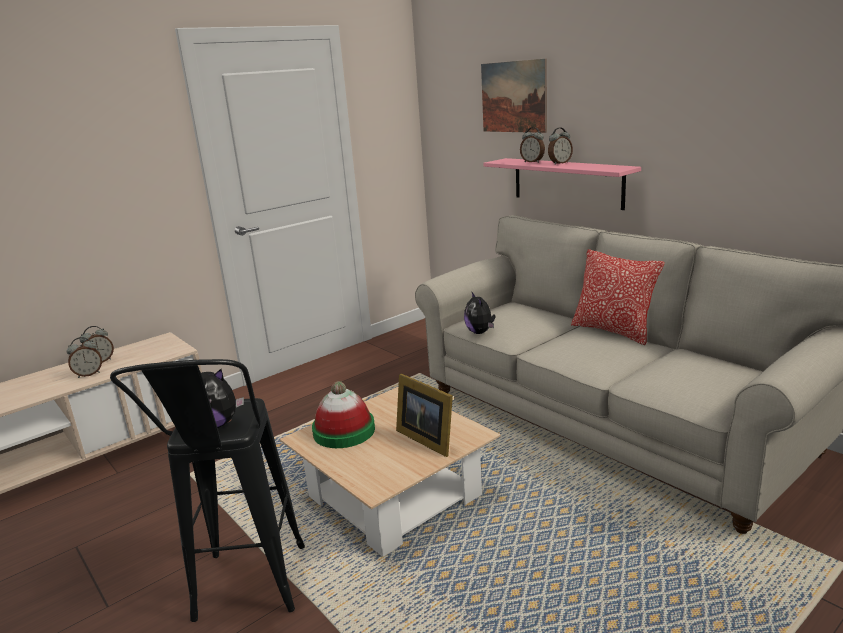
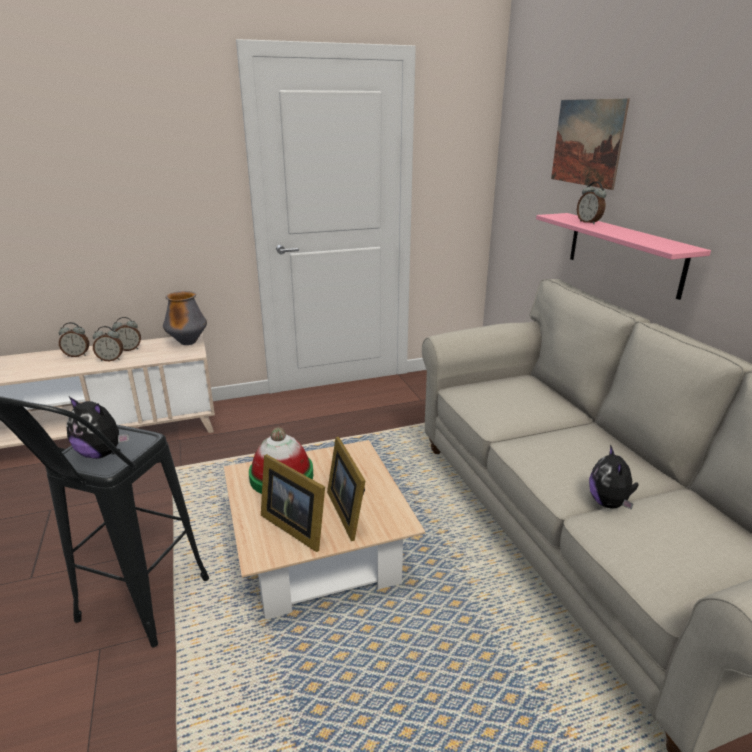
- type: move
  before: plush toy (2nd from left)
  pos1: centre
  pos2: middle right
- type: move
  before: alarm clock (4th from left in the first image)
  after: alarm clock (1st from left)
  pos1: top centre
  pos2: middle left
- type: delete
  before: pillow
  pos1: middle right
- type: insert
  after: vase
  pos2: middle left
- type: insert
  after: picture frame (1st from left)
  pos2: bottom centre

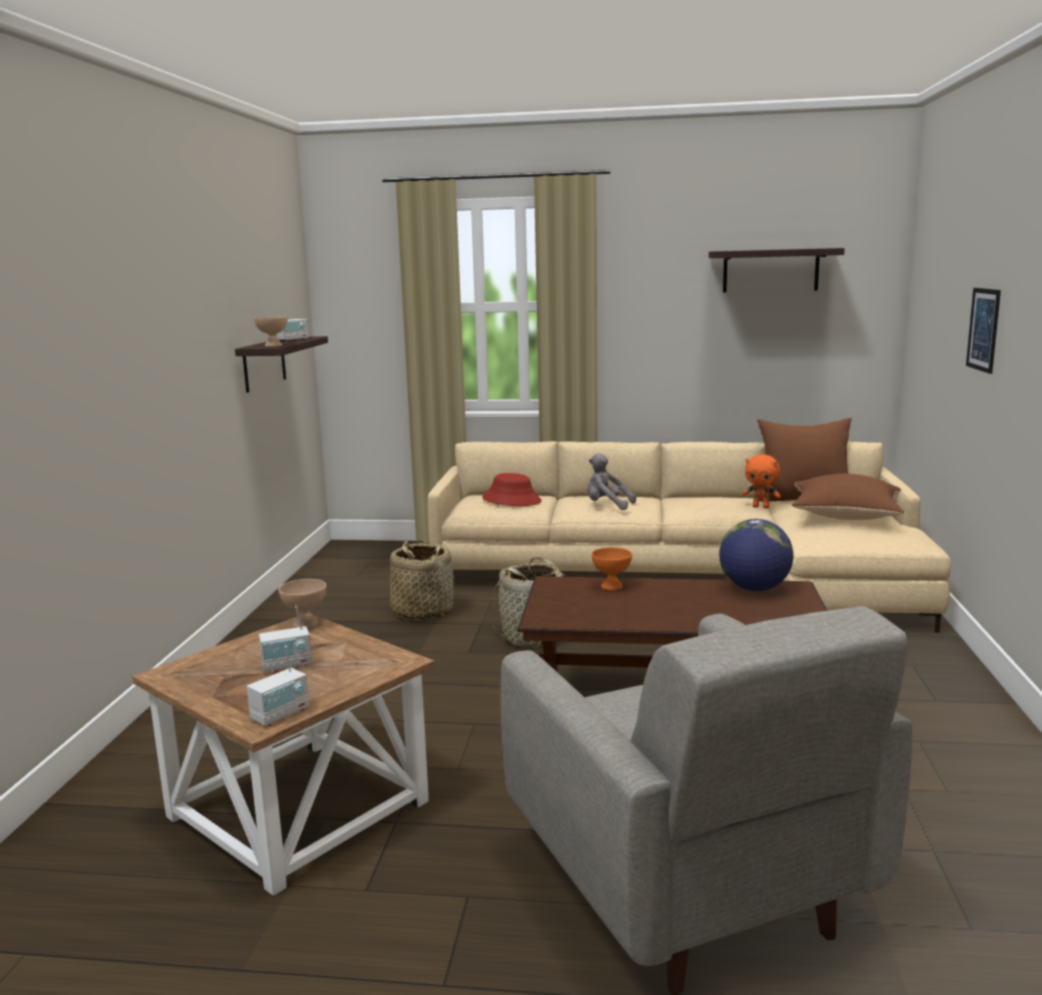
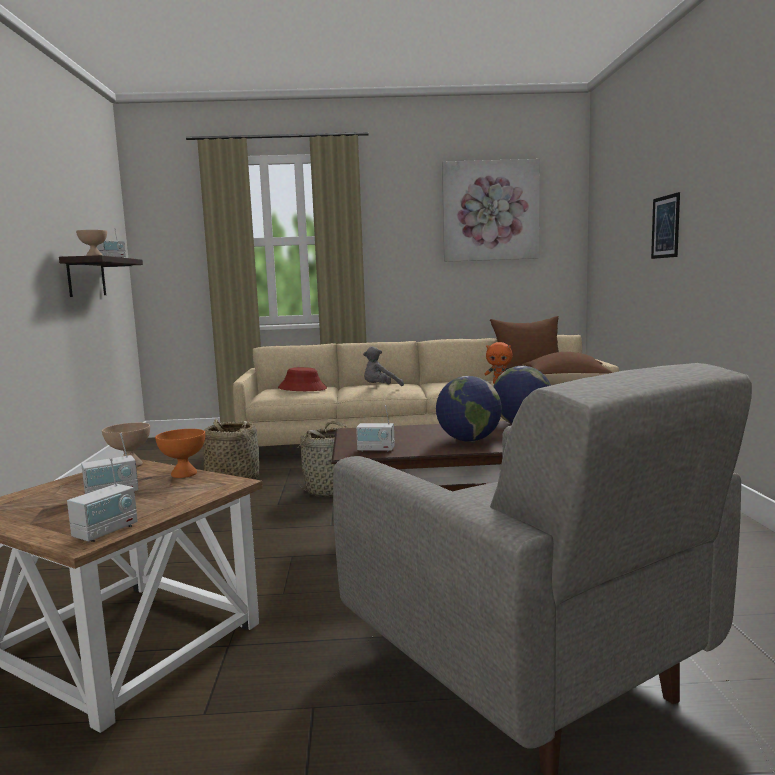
- type: rotate
  before: grey plush toy
  pos1: centre
  pos2: centre
  turn: -45
- type: move
  before: orange bowl
  pos1: centre
  pos2: middle left
- type: replace
  before: shelf (2nd from left)
  after: picture (1st from left)
  pos1: top right
  pos2: top centre
- type: insert
  after: radio (4th from left)
  pos2: centre
- type: insert
  after: globe (1st from left)
  pos2: centre

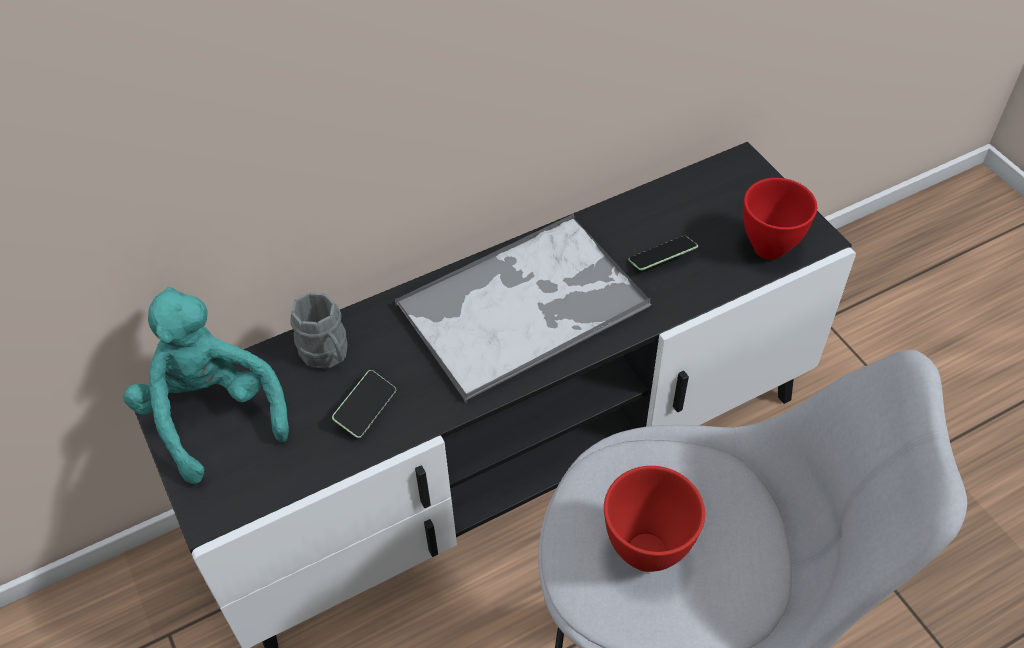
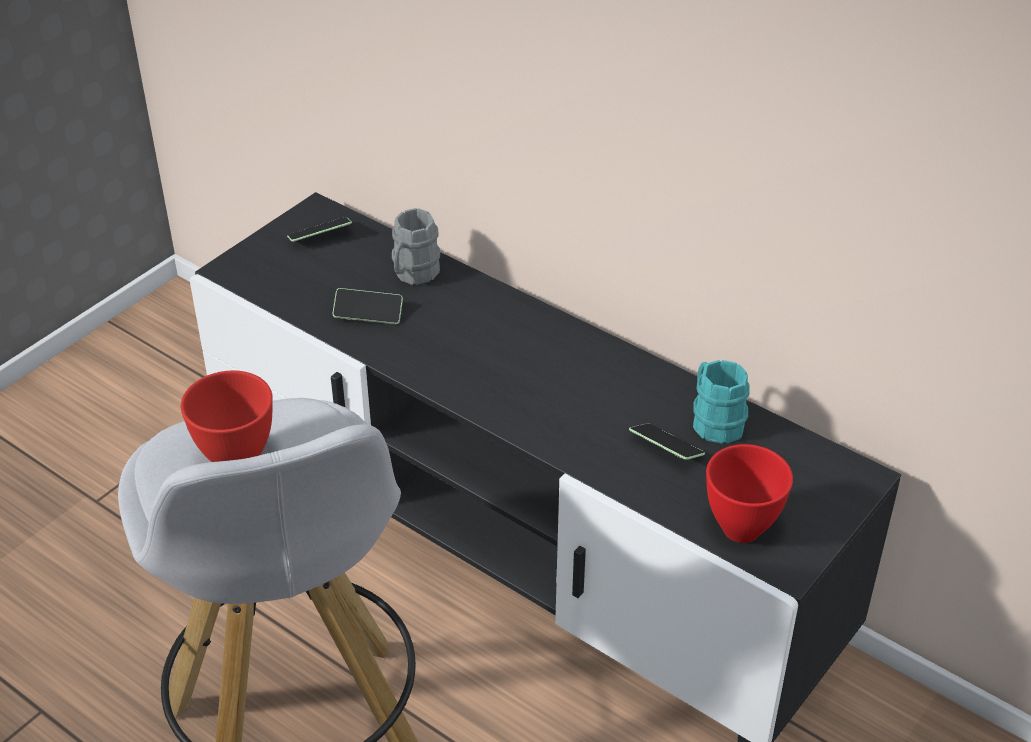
- type: replace
  before: turquoise plush toy
  after: phone (1st from left)
  pos1: middle left
  pos2: top left
- type: delete
  before: tray
  pos1: centre
- type: insert
  after: turquoise mug
  pos2: middle right

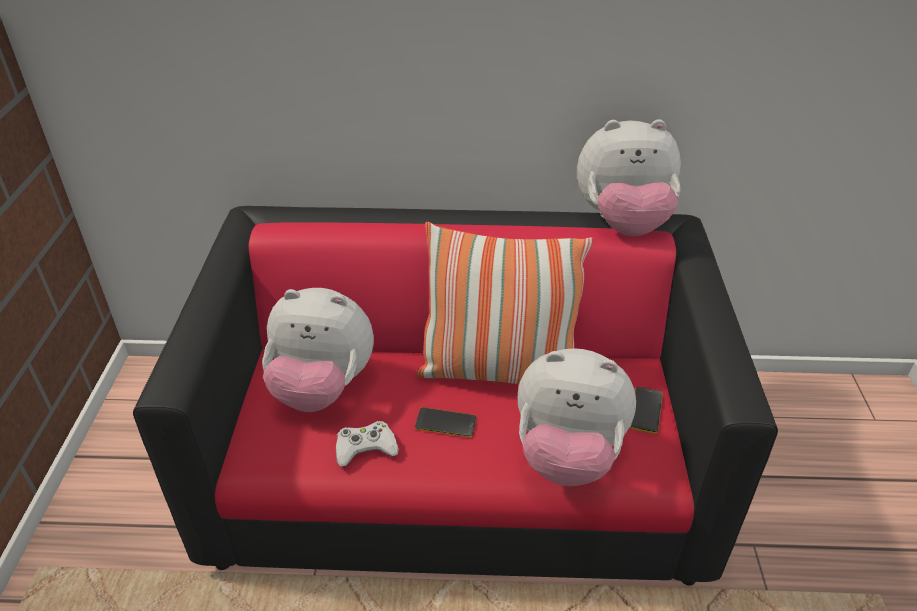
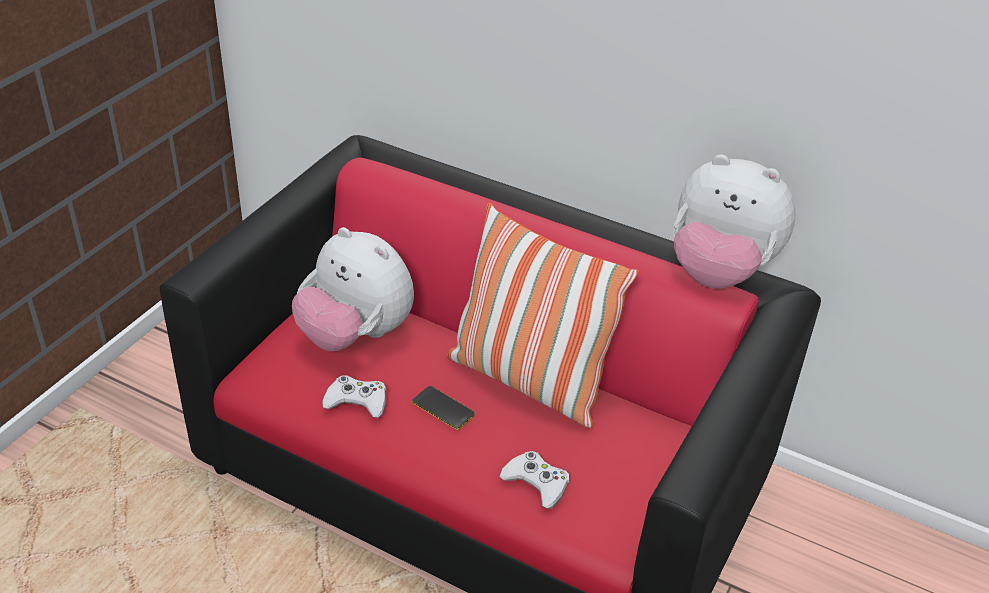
- type: replace
  before: plush toy (2nd from left)
  after: white game controller (2nd from left)
  pos1: bottom centre
  pos2: bottom centre
- type: delete
  before: phone (2nd from left)
  pos1: bottom right

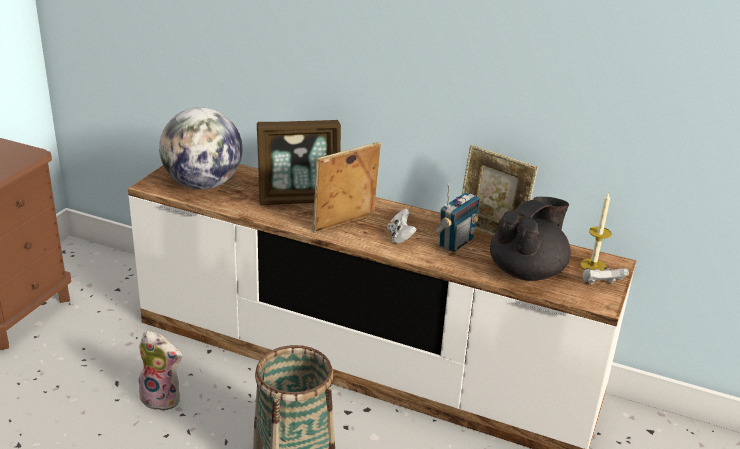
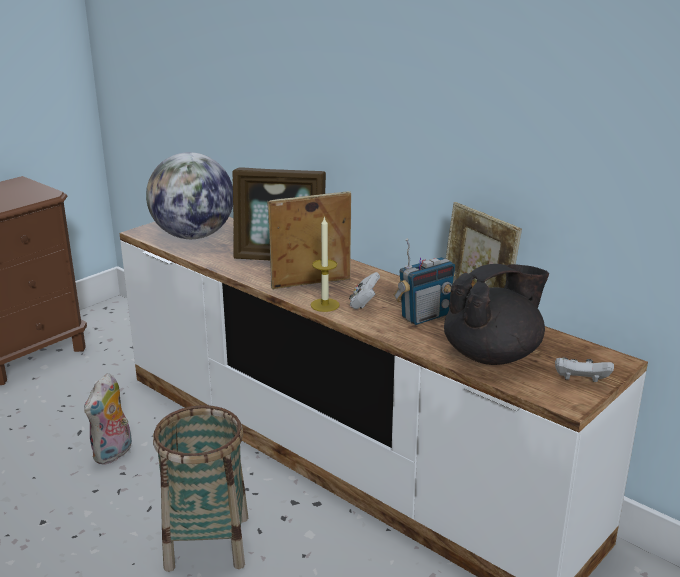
- type: rotate
  before: plush toy
  pos1: bottom left
  pos2: bottom left
  turn: 75
- type: move
  before: candle
  pos1: middle right
  pos2: centre

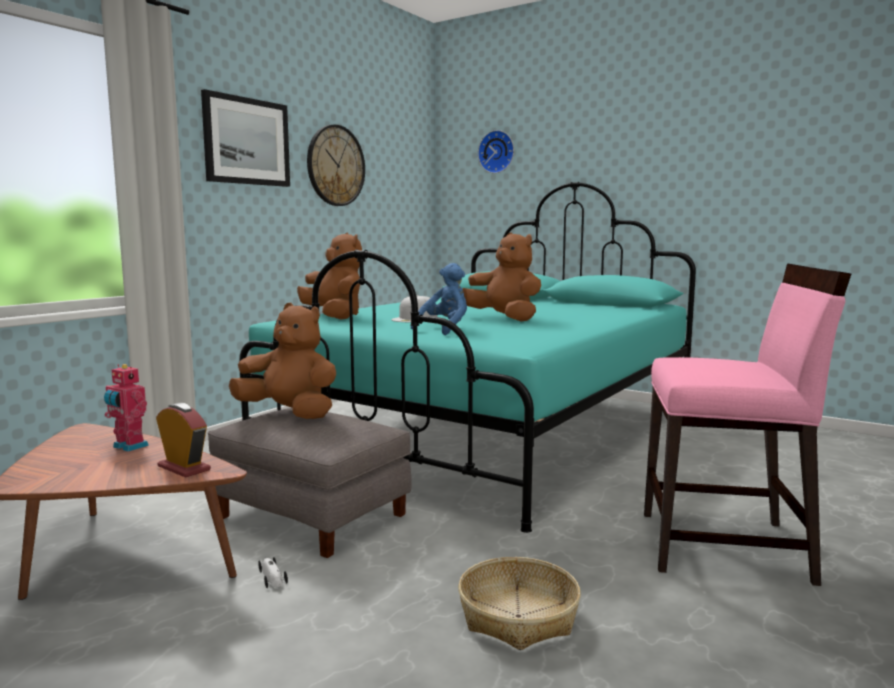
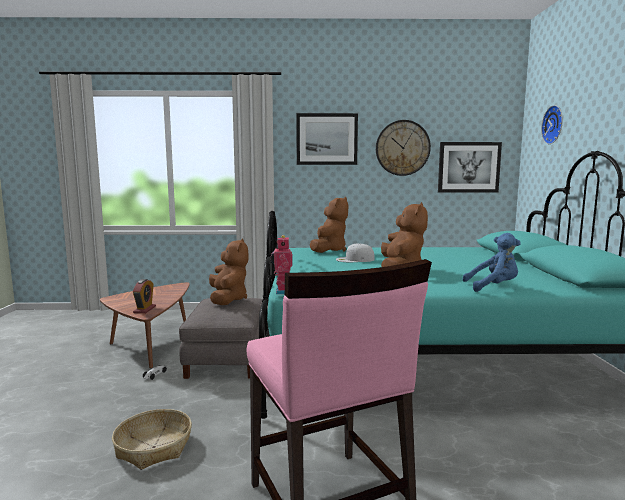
- type: move
  before: toy robot
  pos1: middle left
  pos2: centre
- type: move
  before: blue plush toy
  pos1: centre
  pos2: middle right
- type: insert
  after: picture (2nd from left)
  pos2: middle right

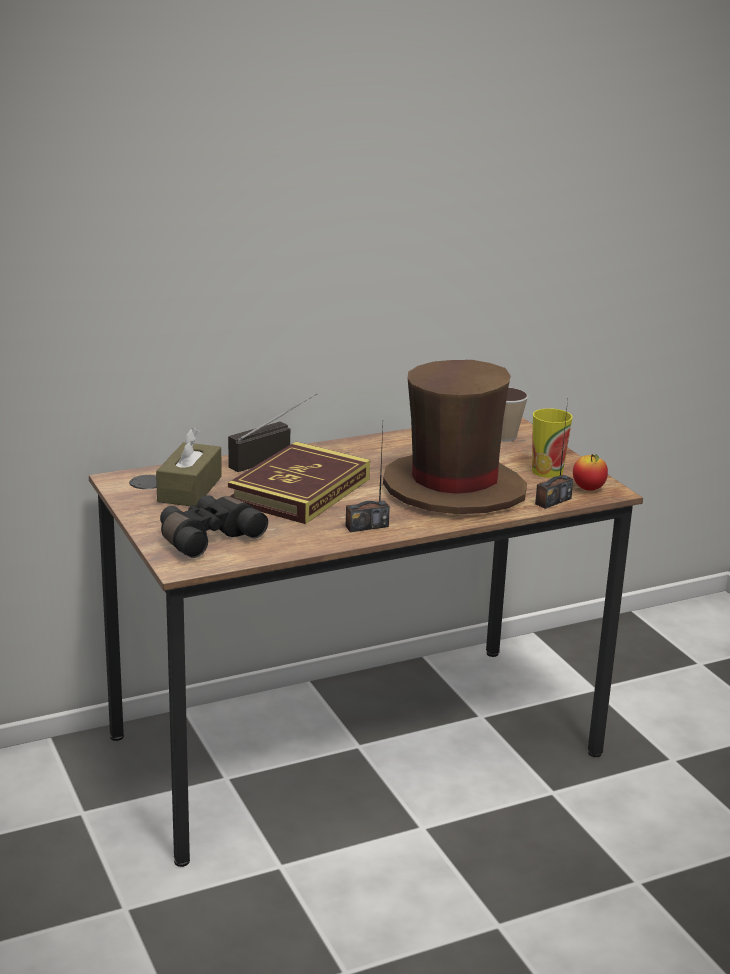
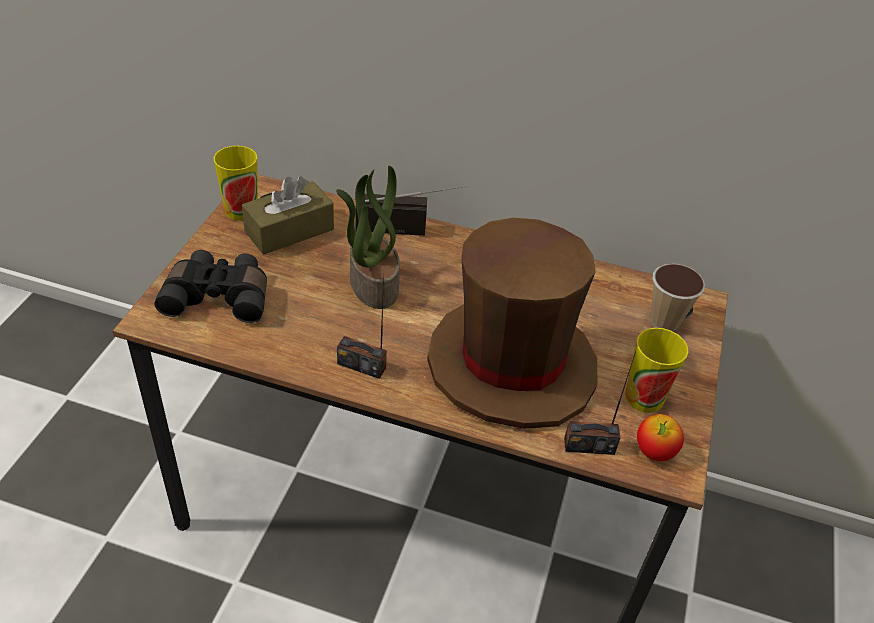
- type: replace
  before: book
  after: potted plant
  pos1: centre
  pos2: centre
- type: insert
  after: cup (1st from left)
  pos2: top left

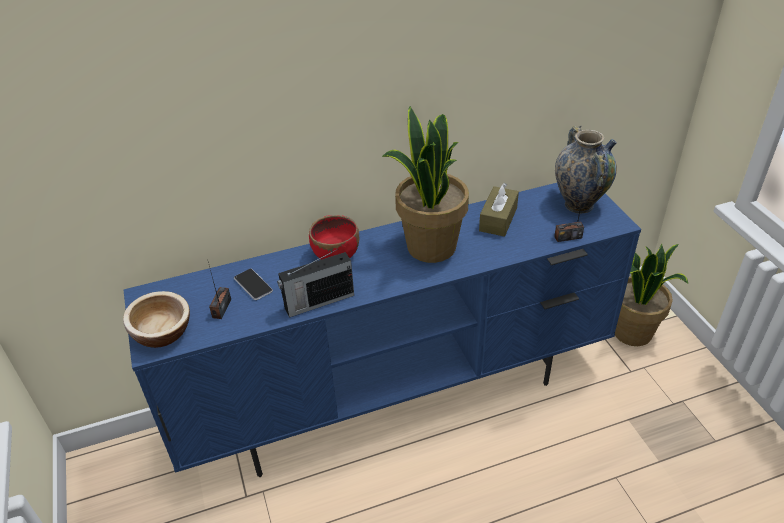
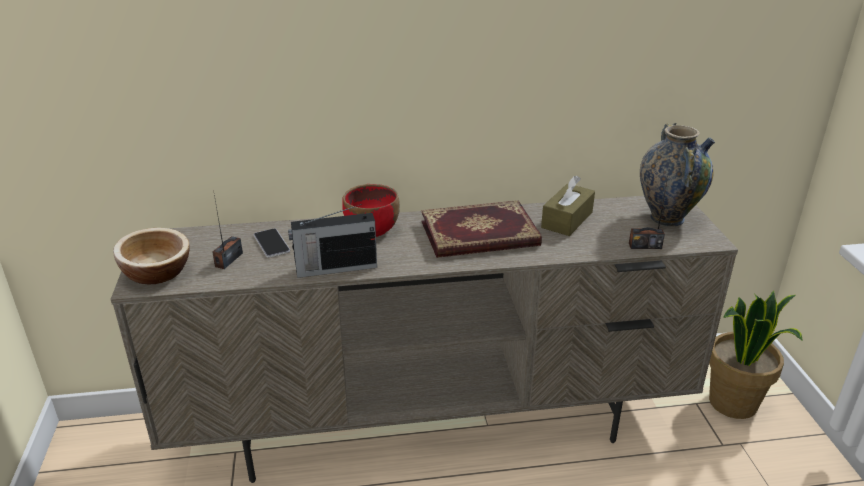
- type: recolor
  before: blue tv stand
  after: beige tv stand
  pos1: centre
  pos2: bottom centre
- type: replace
  before: potted plant (1st from left)
  after: book
  pos1: centre
  pos2: centre

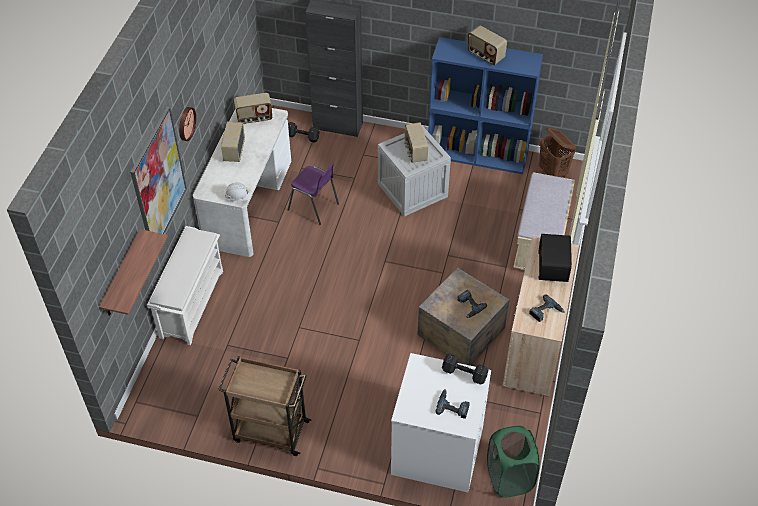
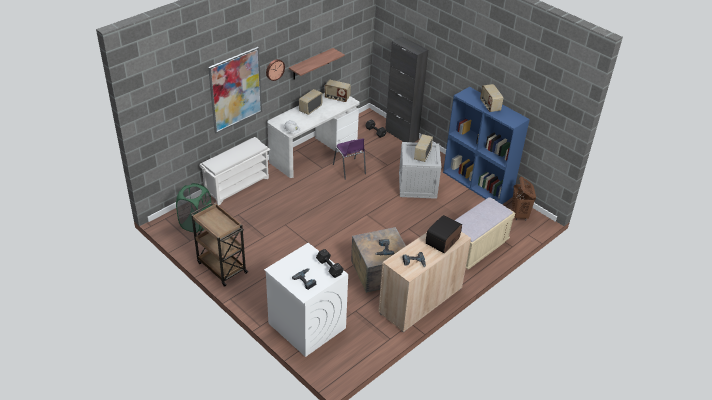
- type: move
  before: shelf
  pos1: middle left
  pos2: top centre
- type: move
  before: green laundry basket
  pos1: bottom right
  pos2: middle left

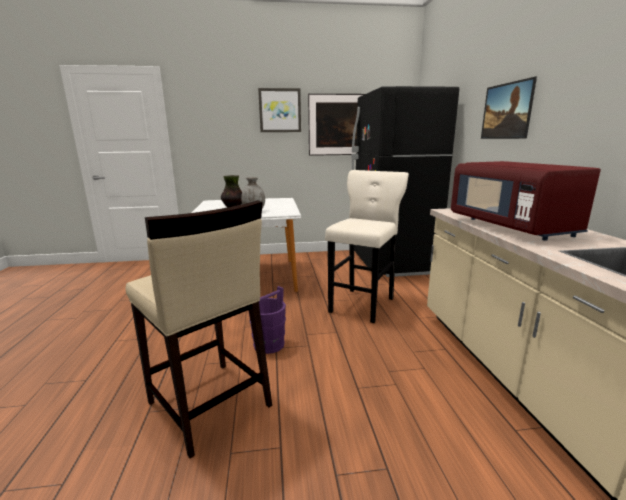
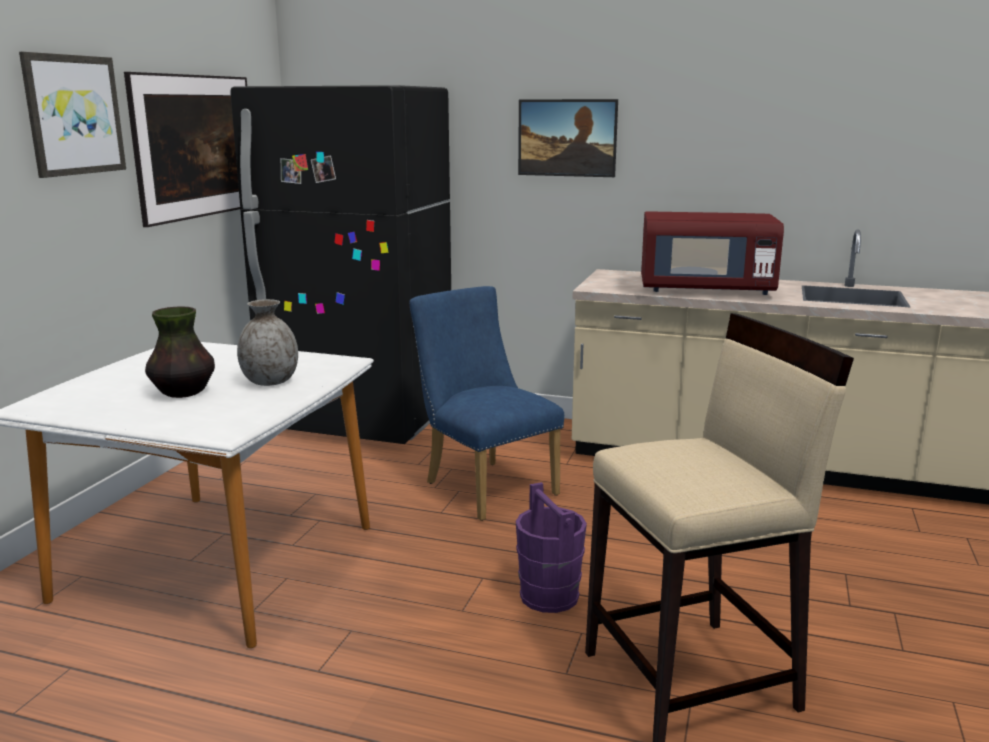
- type: replace
  before: beige stool (2nd from left)
  after: blue chair
  pos1: centre
  pos2: centre

